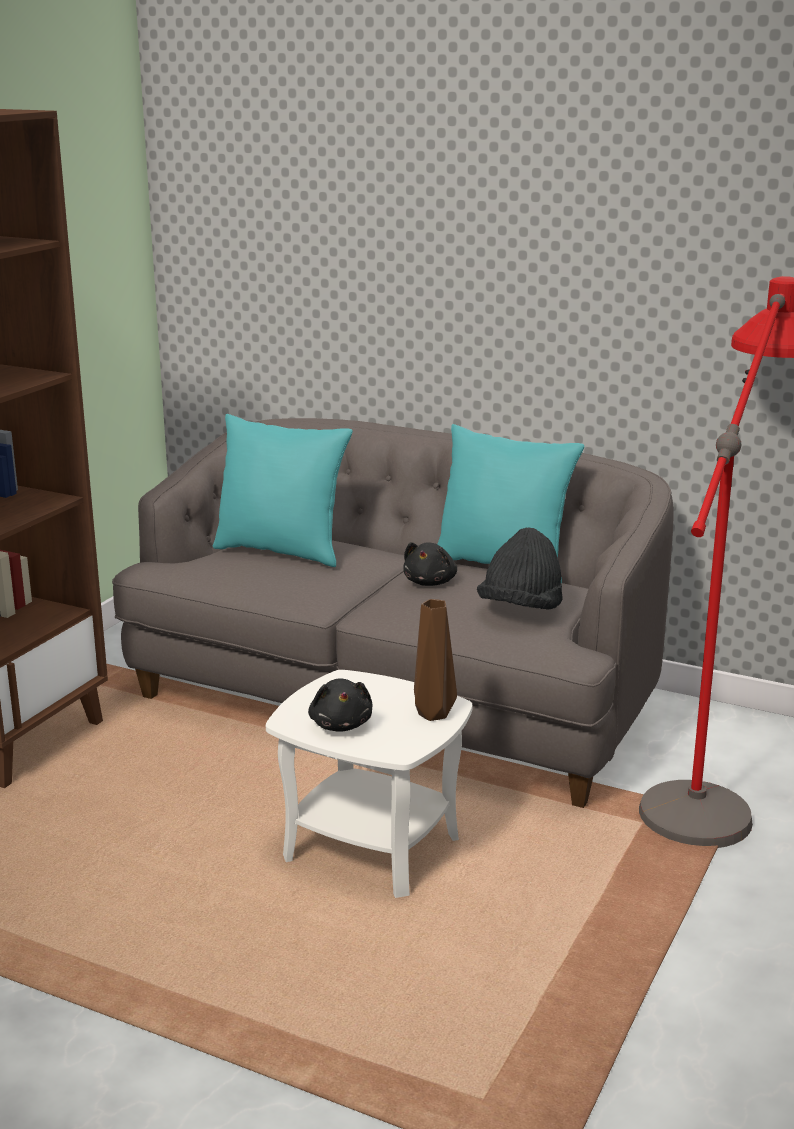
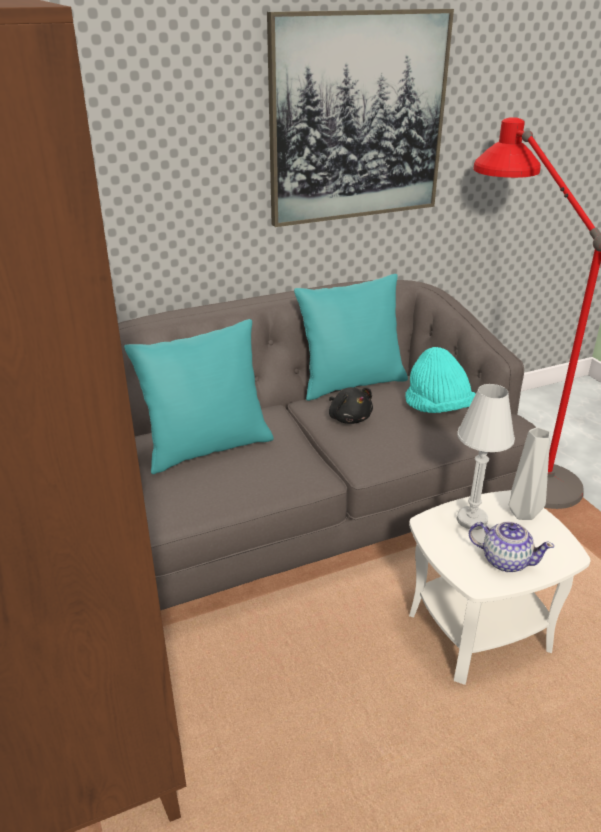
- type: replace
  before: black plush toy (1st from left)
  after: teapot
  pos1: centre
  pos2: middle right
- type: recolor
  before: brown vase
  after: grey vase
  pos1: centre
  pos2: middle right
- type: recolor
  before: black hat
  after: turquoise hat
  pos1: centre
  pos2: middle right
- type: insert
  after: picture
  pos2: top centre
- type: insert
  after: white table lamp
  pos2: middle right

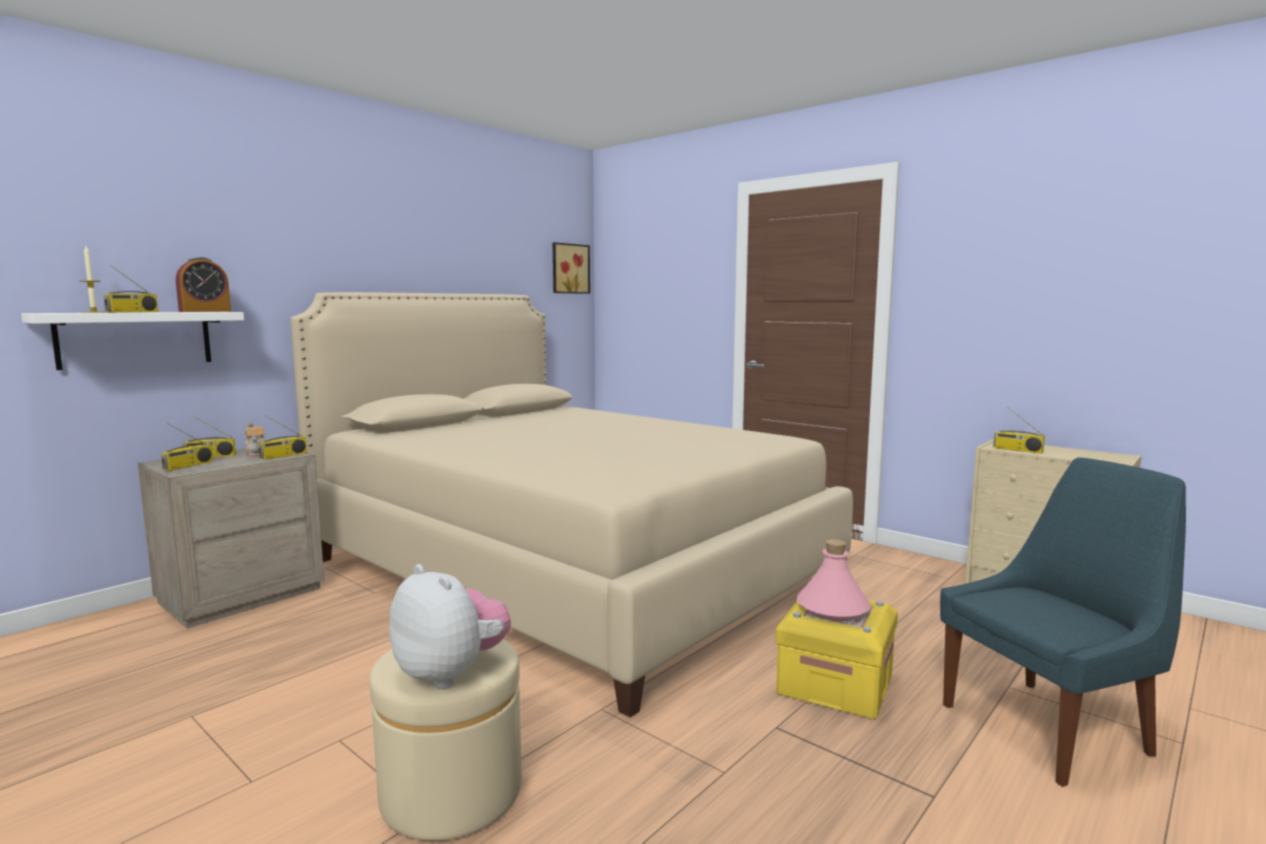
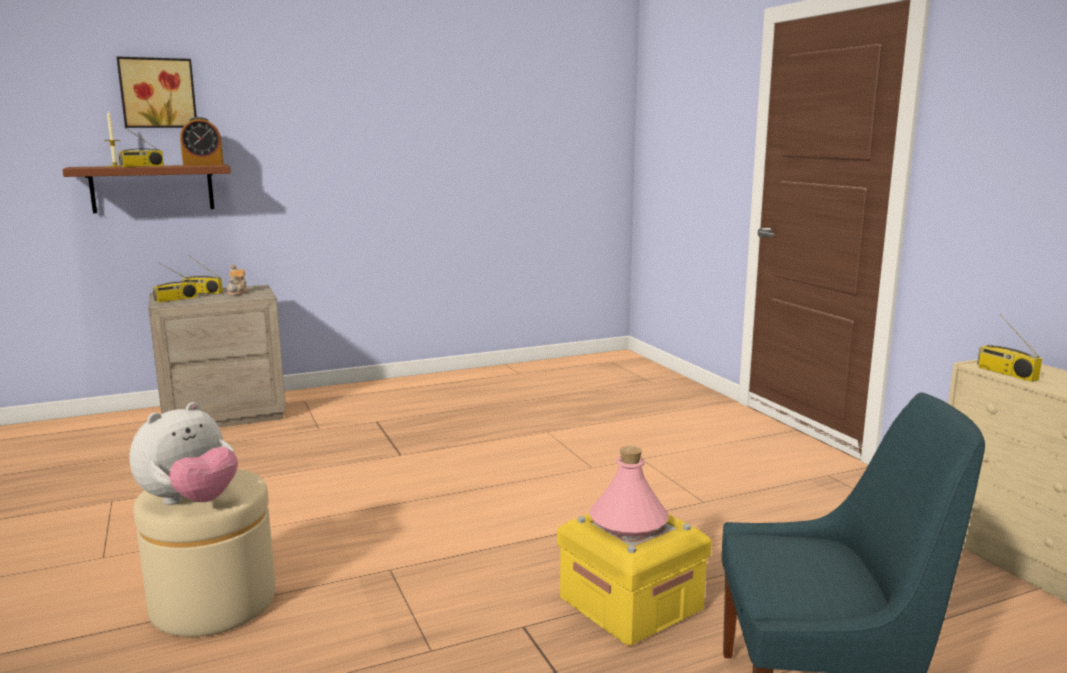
- type: recolor
  before: white shelf
  after: brown shelf
  pos1: middle left
  pos2: top left
- type: delete
  before: radio (4th from left)
  pos1: middle left
- type: delete
  before: beige bed
  pos1: centre
- type: rotate
  before: plush toy
  pos1: bottom centre
  pos2: bottom left
  turn: 60
- type: move
  before: picture
  pos1: top centre
  pos2: top left

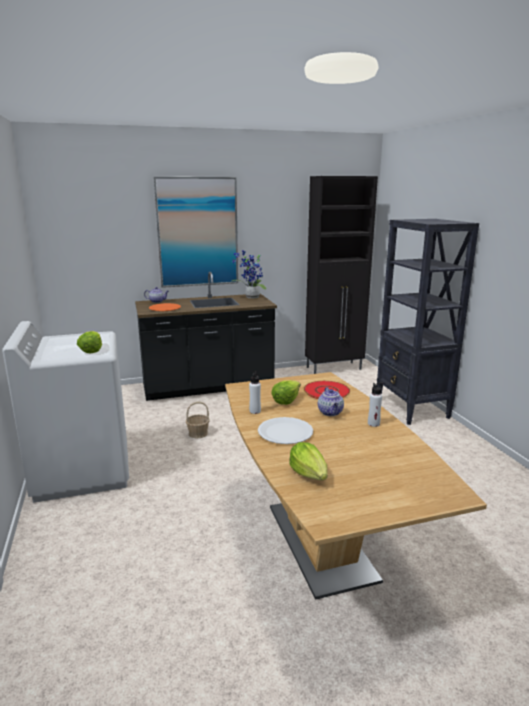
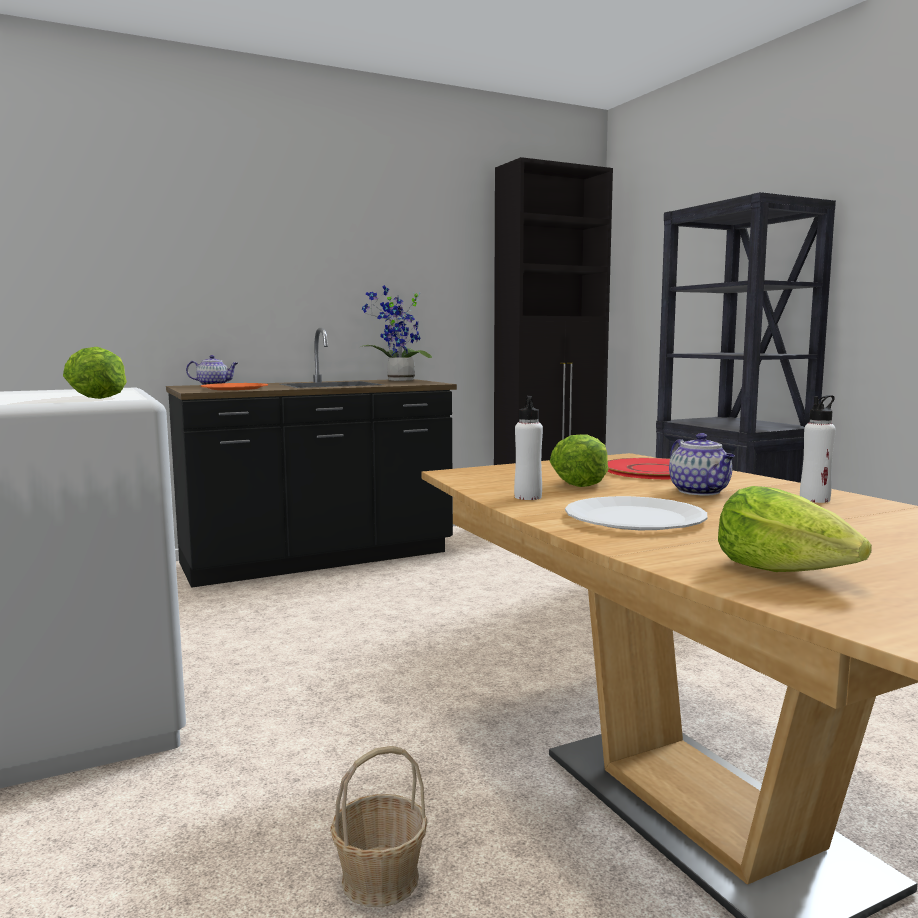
- type: delete
  before: picture
  pos1: top centre
- type: move
  before: basket
  pos1: centre
  pos2: bottom centre

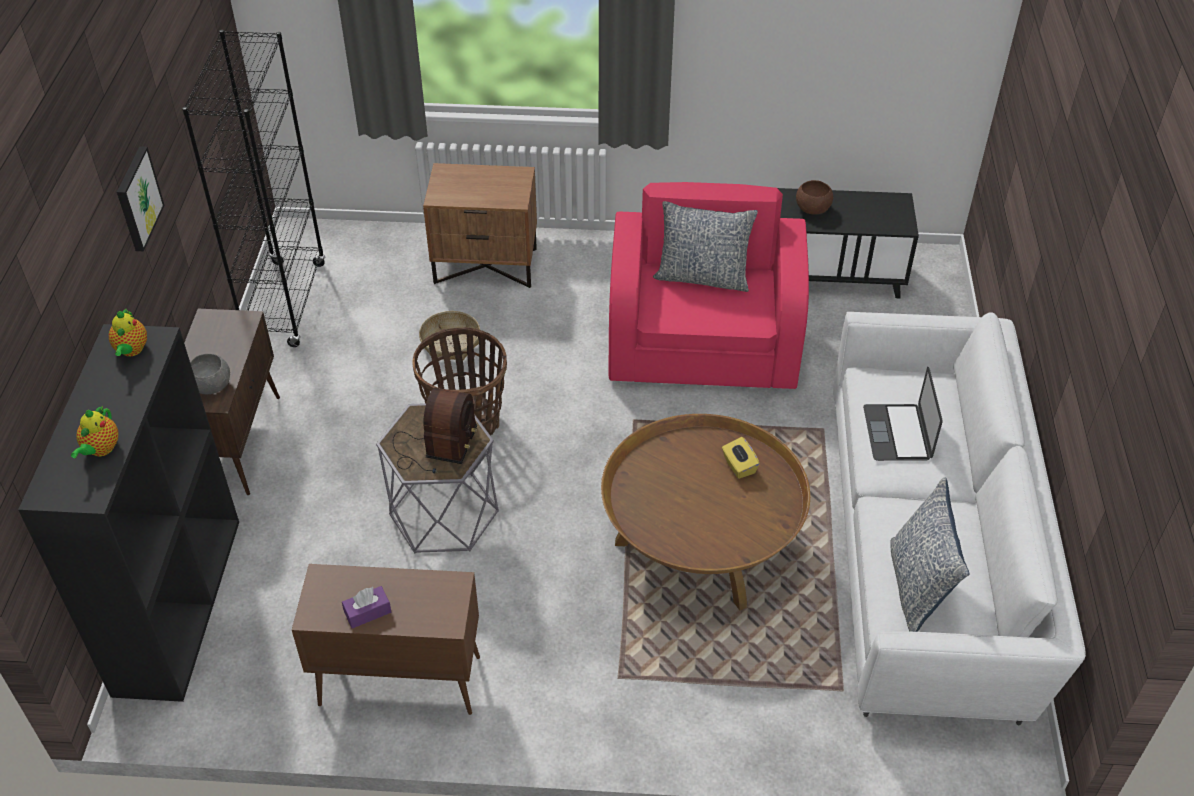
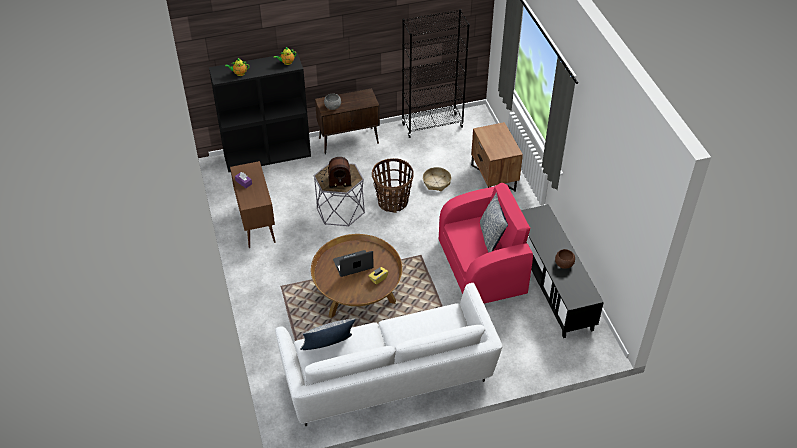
- type: delete
  before: picture
  pos1: top left
- type: move
  before: laptop
  pos1: middle right
  pos2: centre

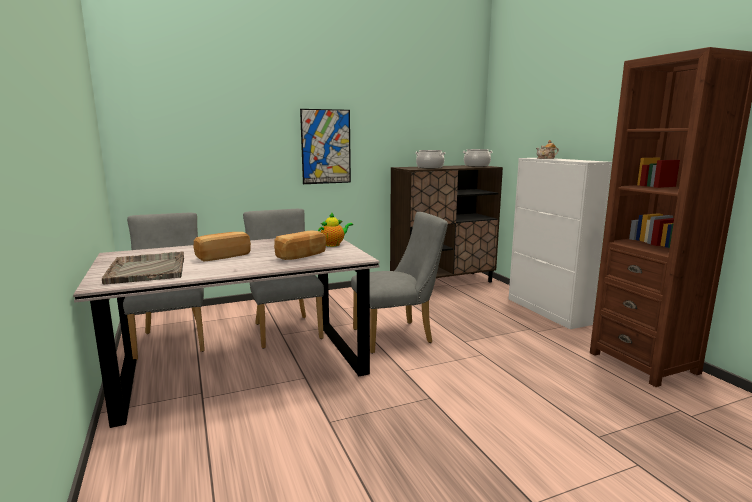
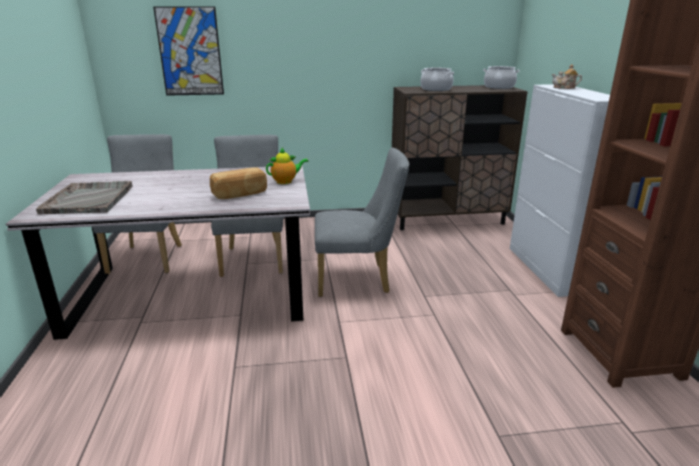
- type: delete
  before: bread (1st from left)
  pos1: middle left
- type: move
  before: picture
  pos1: top centre
  pos2: top left

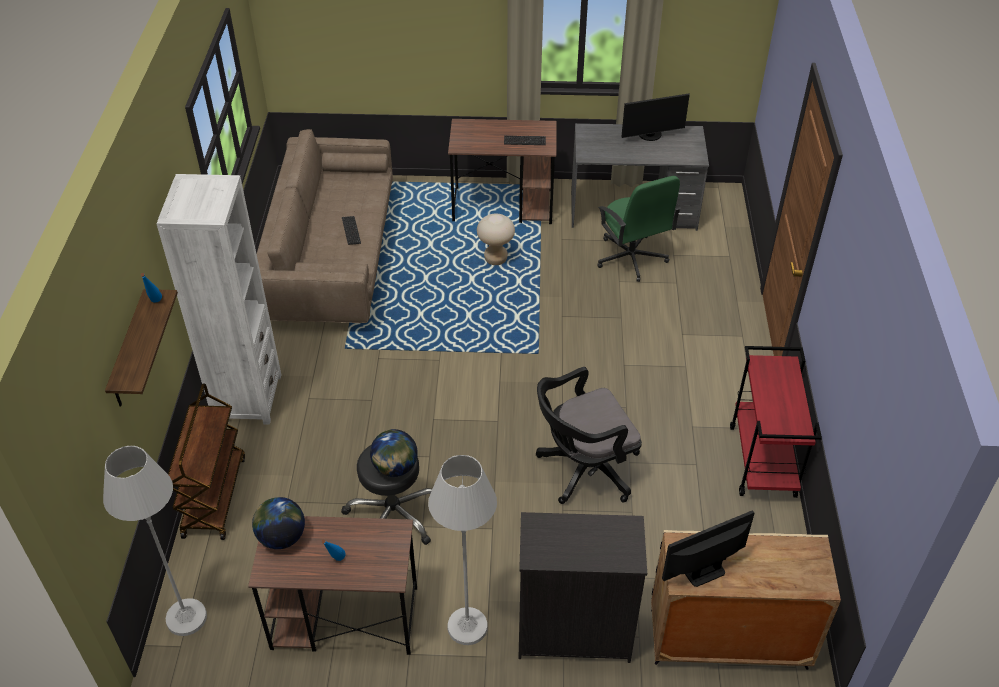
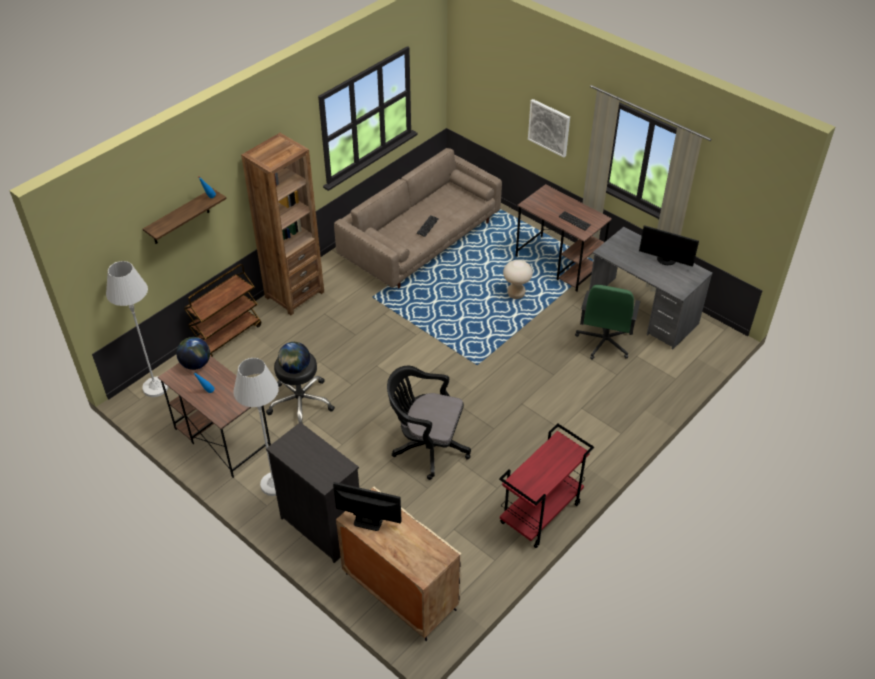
- type: recolor
  before: white bookcase
  after: brown bookcase
  pos1: middle left
  pos2: top left
- type: insert
  after: picture
  pos2: top centre

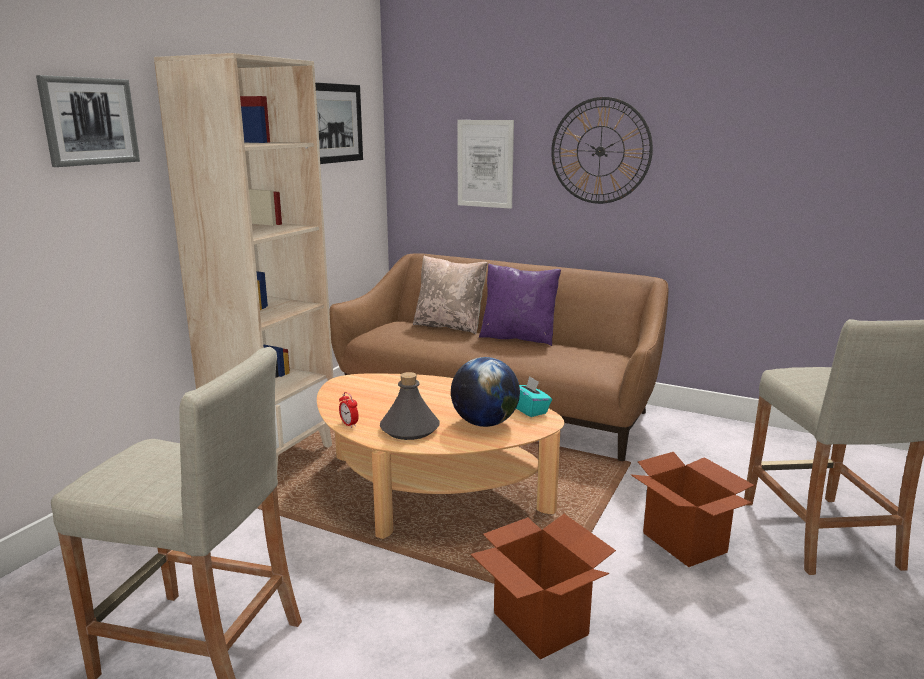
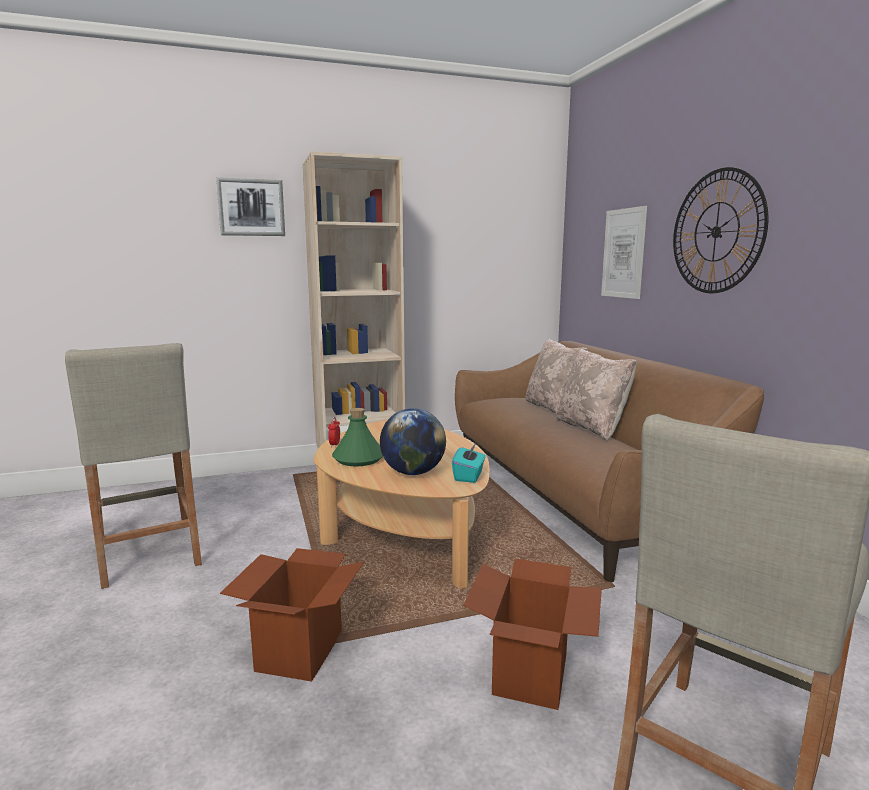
- type: delete
  before: picture (2nd from left)
  pos1: top centre
- type: recolor
  before: grey bottle
  after: green bottle
  pos1: centre
  pos2: centre
- type: recolor
  before: purple pillow
  after: beige pillow (2nd from left)
  pos1: centre
  pos2: middle right

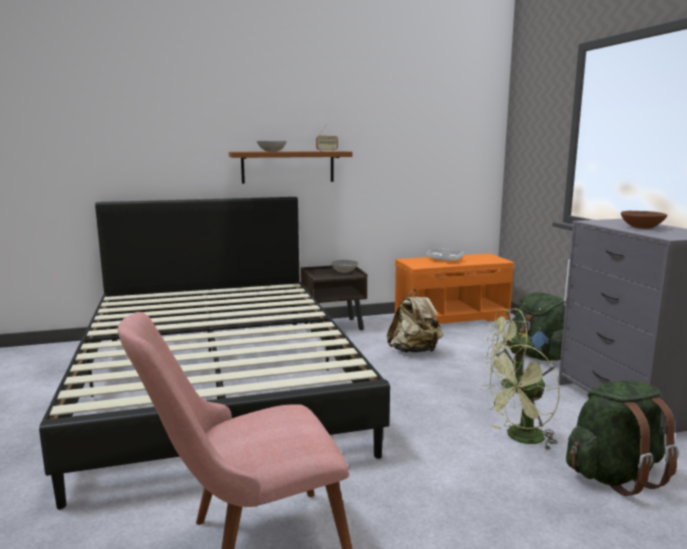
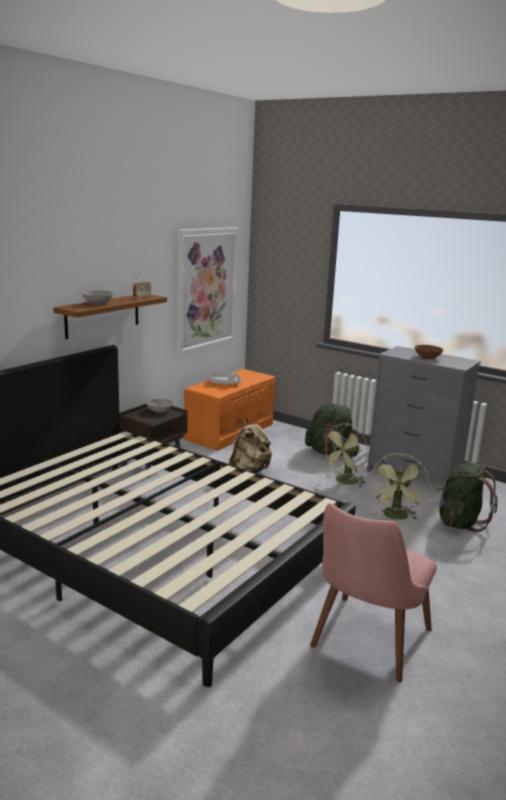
- type: insert
  after: picture
  pos2: centre

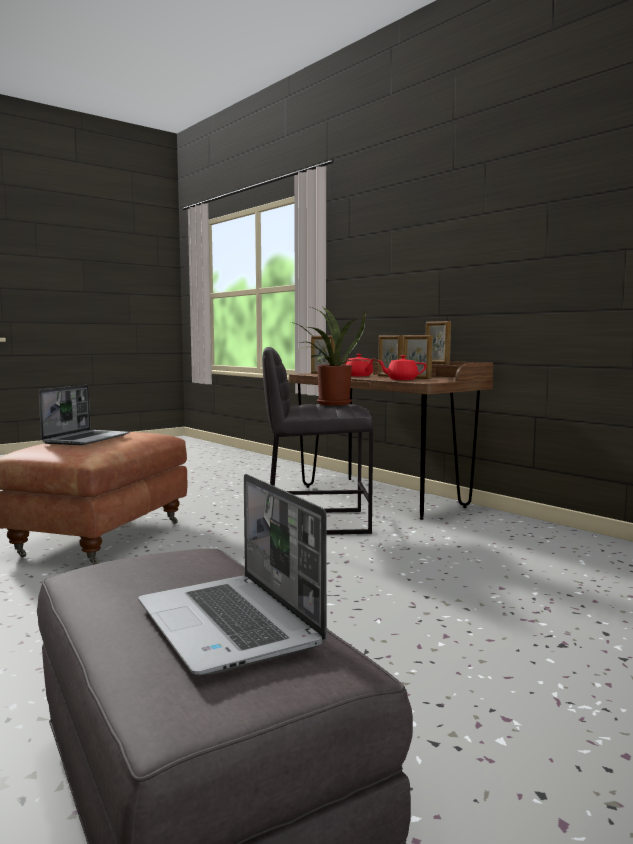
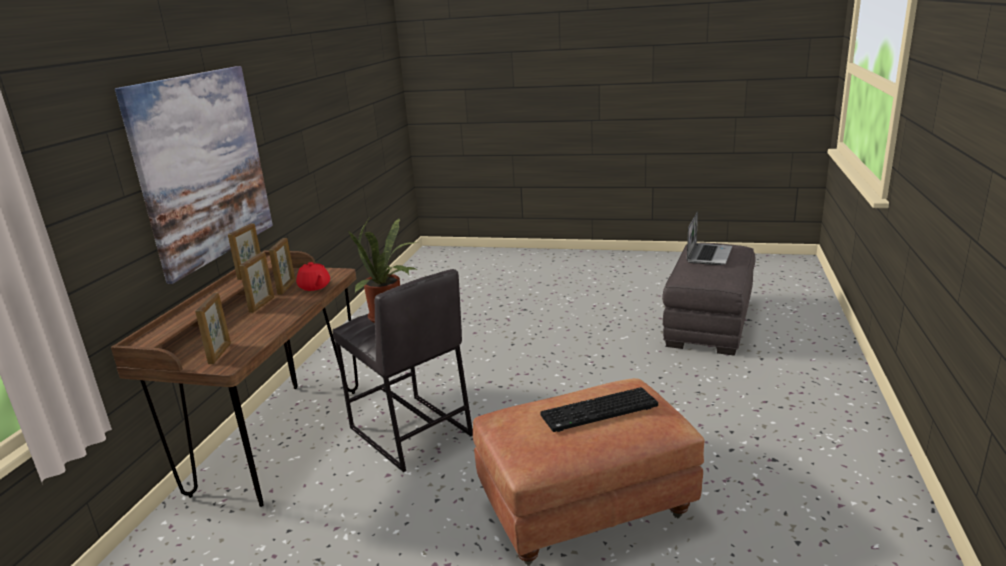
- type: replace
  before: laptop (1st from left)
  after: keyboard
  pos1: middle left
  pos2: bottom centre
- type: delete
  before: red teapot (1st from left)
  pos1: centre
- type: insert
  after: picture
  pos2: top left

